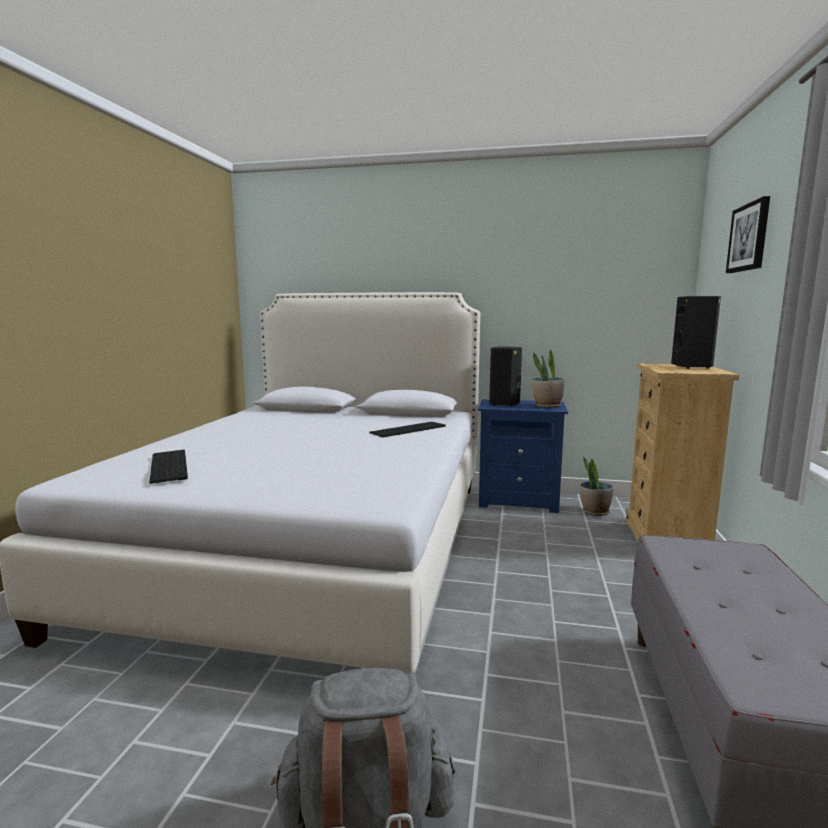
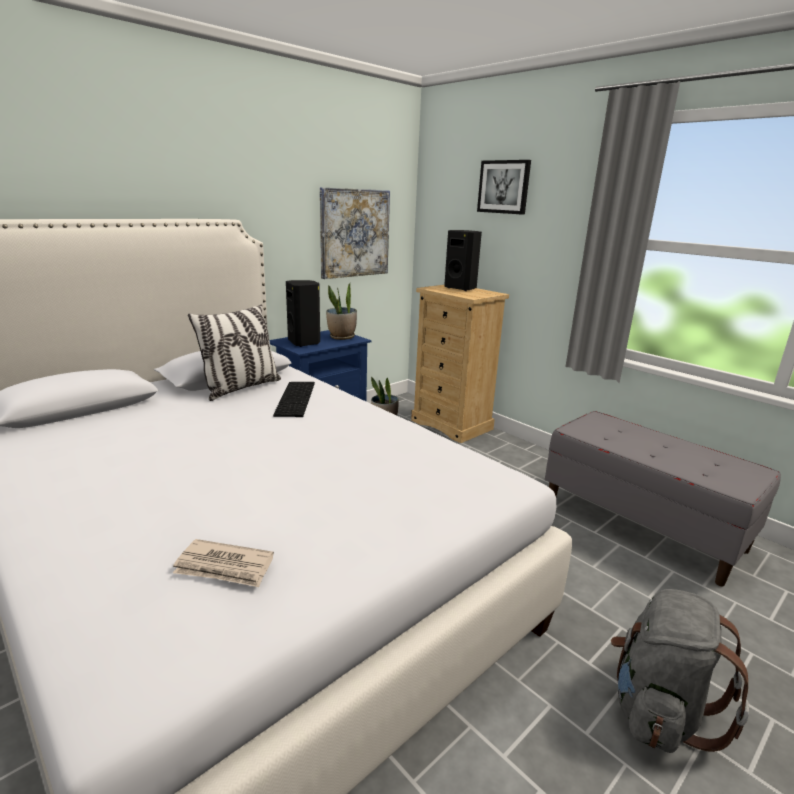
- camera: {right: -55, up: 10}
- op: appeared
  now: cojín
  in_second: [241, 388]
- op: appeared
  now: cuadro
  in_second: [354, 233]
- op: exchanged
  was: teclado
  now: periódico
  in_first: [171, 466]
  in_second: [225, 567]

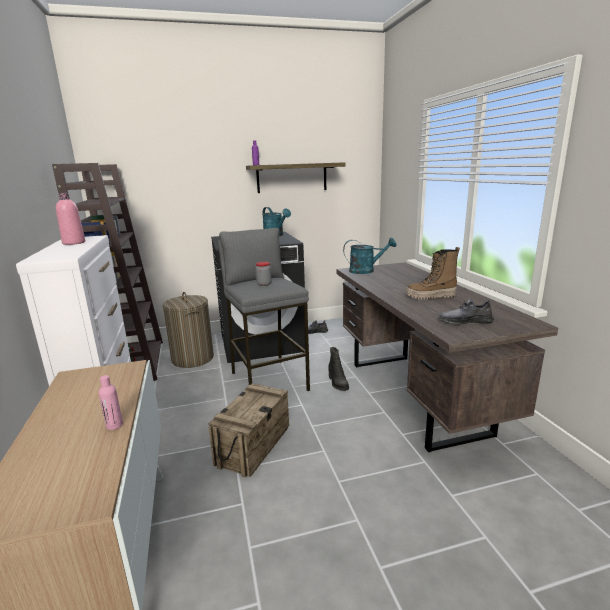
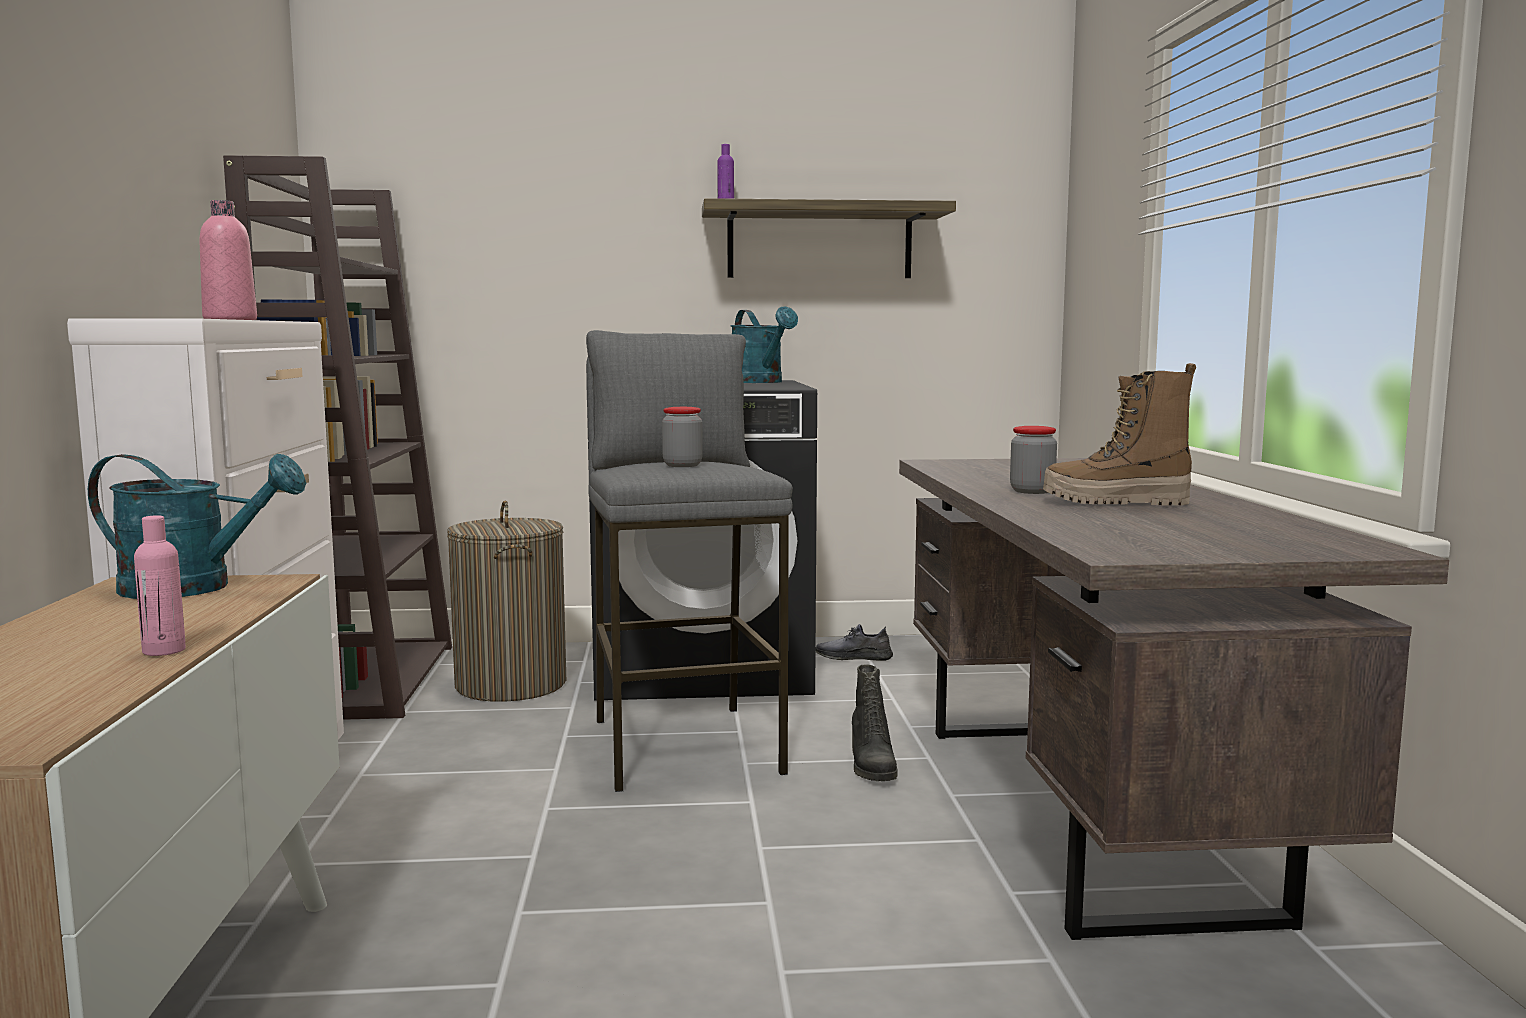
- camera: {right: 10, up: -10}
- op: missing
  was: caja de embalaje
  in_first: [253, 445]
- op: missing
  was: zapato/gris
  in_first: [465, 321]
- op: appeared
  now: tarro
  in_second: [1032, 491]
- op: relocated
  was: regadera/turquesa
  in_first: [366, 270]
  in_second: [194, 588]

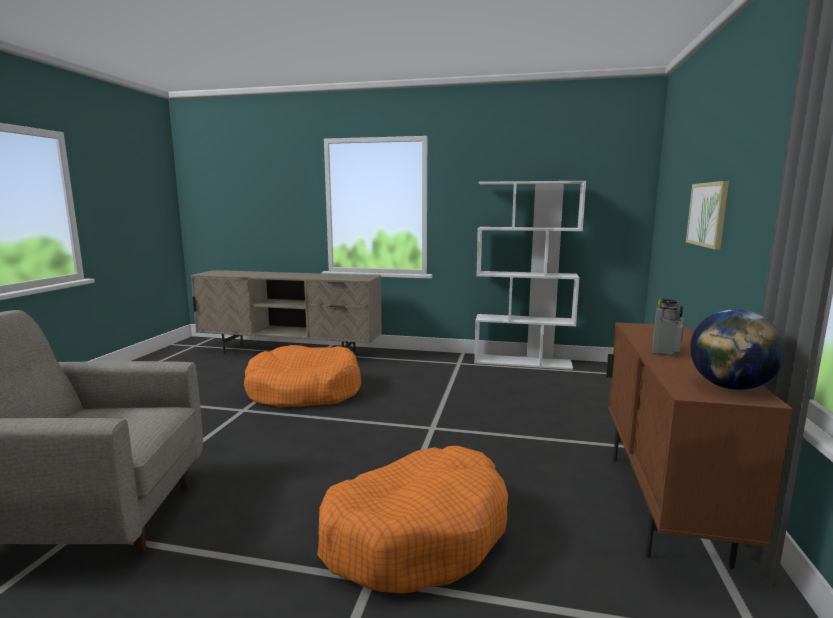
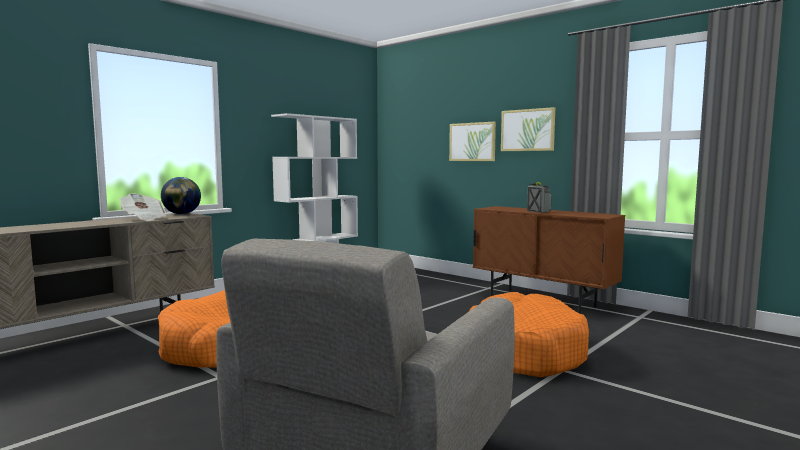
- camera: {right: -60, up: -5}
- op: appeared
  now: periódico
  in_second: [144, 218]
- op: appeared
  now: cuadro
  in_second: [527, 130]
- op: relocated
  was: globo terráqueo
  in_first: [730, 387]
  in_second: [182, 214]

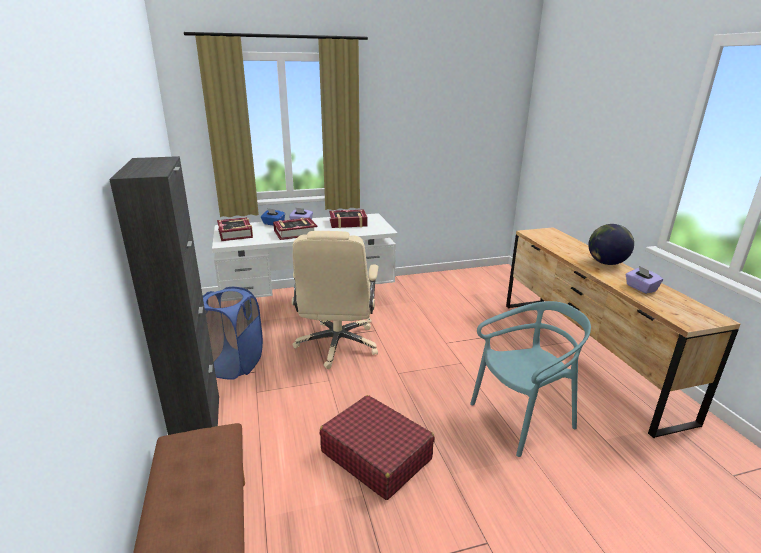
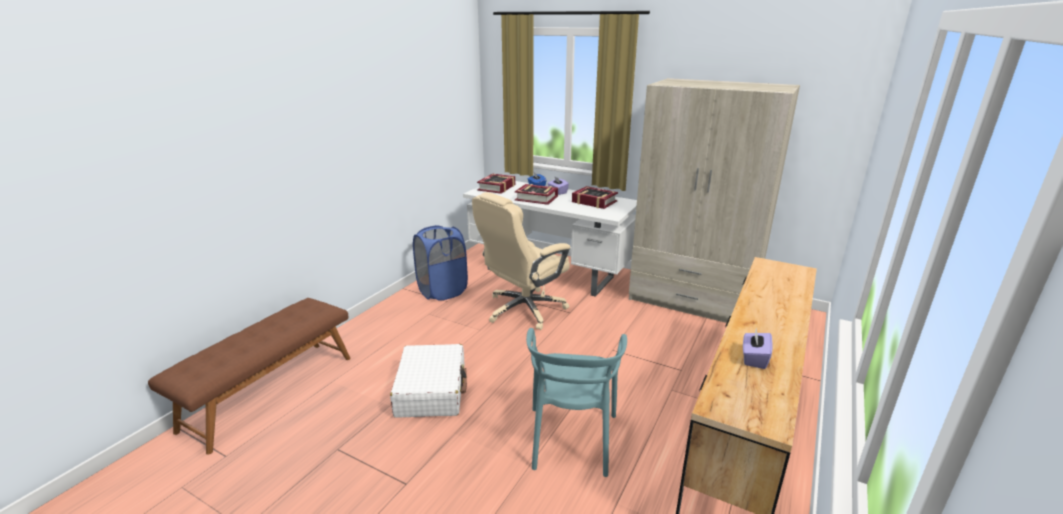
- camera: {right: 45, up: 0}
- op: missing
  was: armario/negro
  in_first: [198, 426]
- op: missing
  was: globo terráqueo
  in_first: [606, 263]
- op: appeared
  now: armario ropero/beis
  in_second: [692, 300]
- op: colour
  was: maleta/rojo
  now: maleta/blanco
  in_first: [376, 455]
  in_second: [431, 390]
- op: spun
  was: silla/turquesa
  in_first: [522, 419]
  in_second: [571, 439]
  clockwise: 75

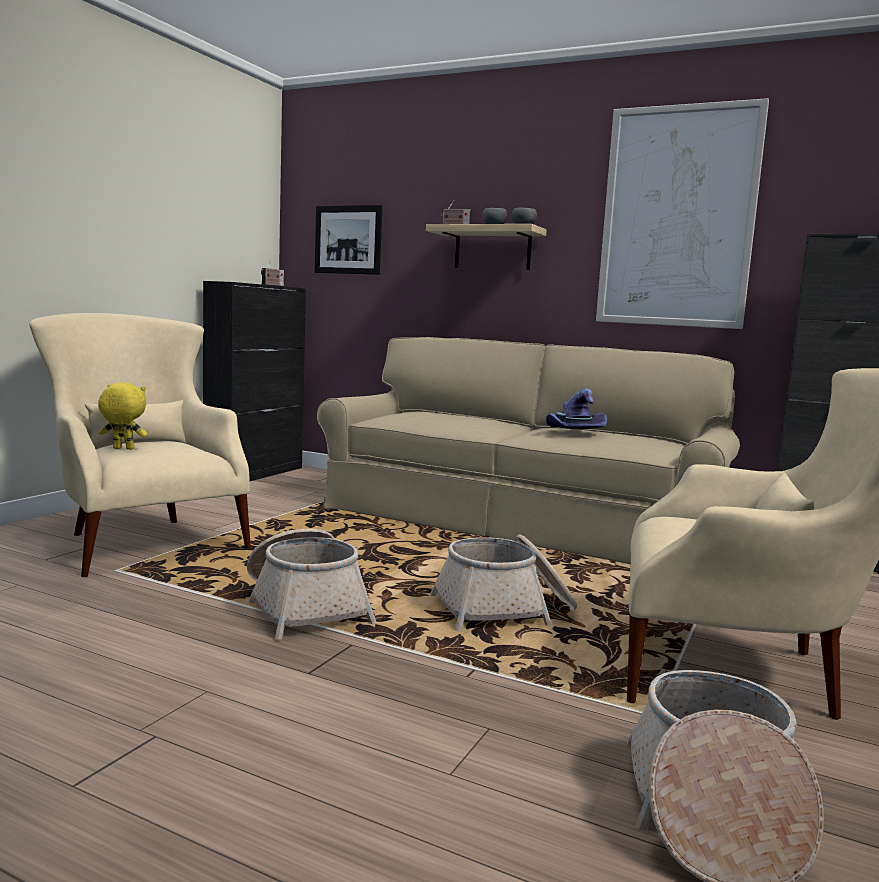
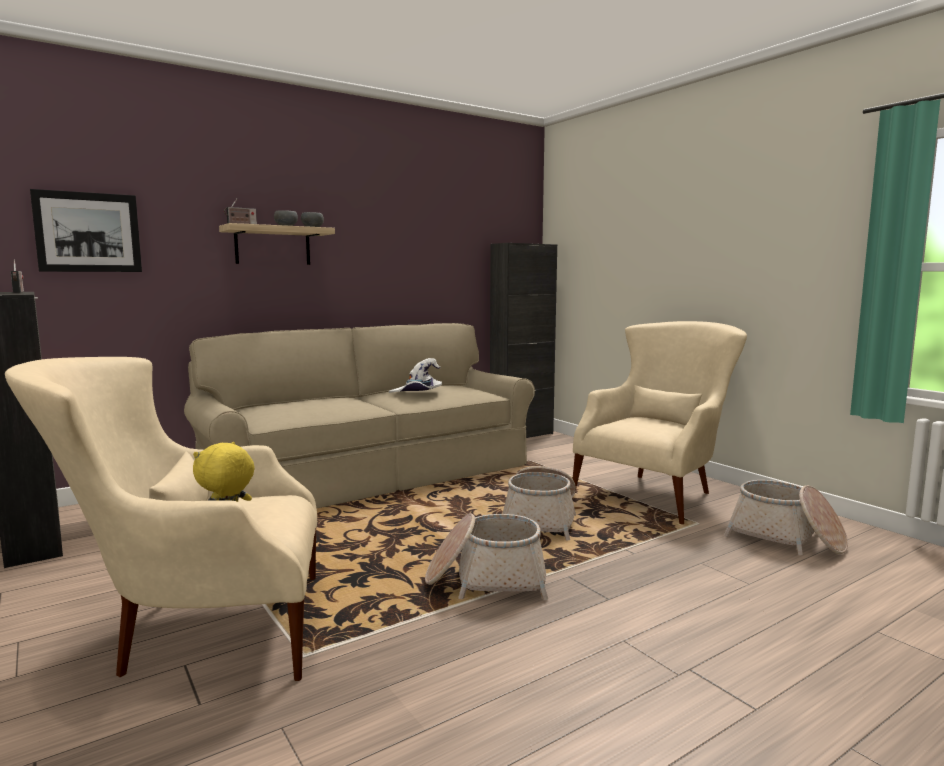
- camera: {right: -60, up: 0}
- op: missing
  was: cuadro
  in_first: [677, 217]
- op: colour
  was: sombrero/morado
  now: sombrero/blanco
  in_first: [572, 433]
  in_second: [417, 393]

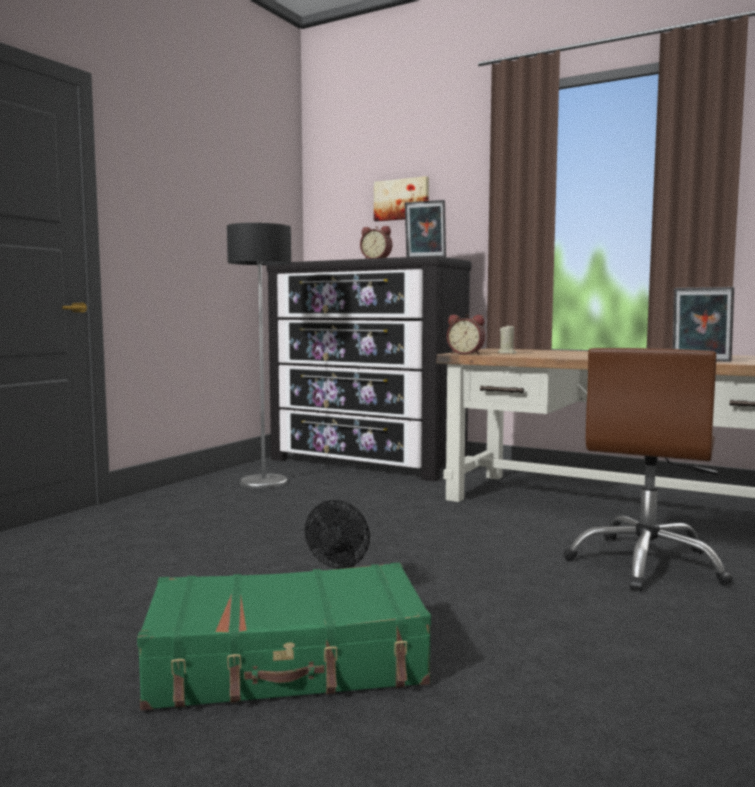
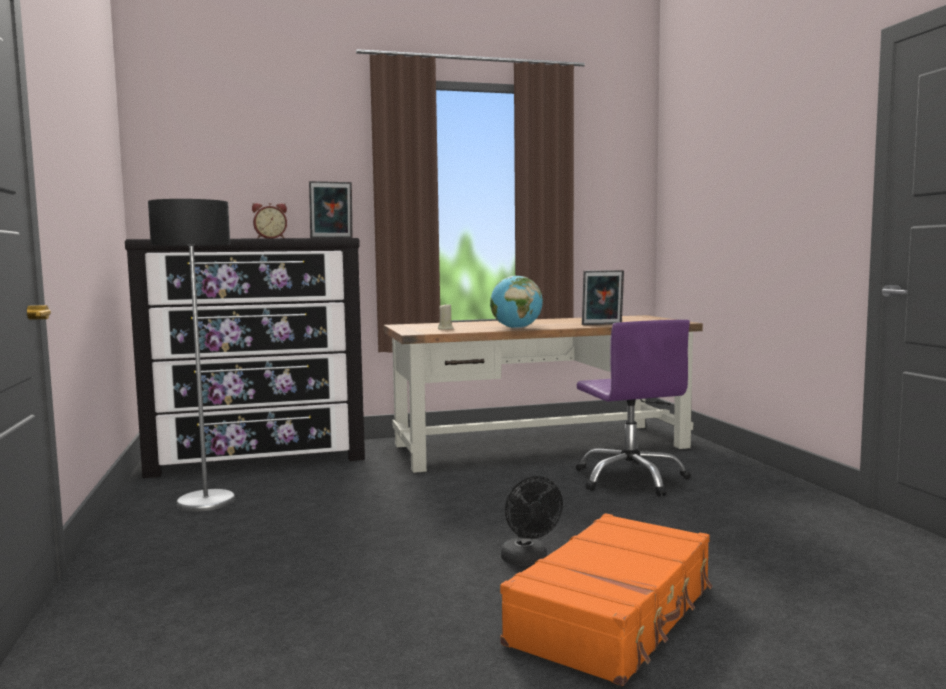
- camera: {right: -45, up: 0}
- op: missing
  was: cuadro
  in_first: [402, 199]
- op: missing
  was: despertador
  in_first: [466, 353]
- op: appeared
  now: globo terráqueo
  in_second: [516, 328]
- op: colour
  was: maleta/verde
  now: maleta/naranja
  in_first: [287, 663]
  in_second: [614, 615]
- op: colour
  was: silla de oficina/marrón
  now: silla de oficina/morado
  in_first: [647, 564]
  in_second: [631, 479]

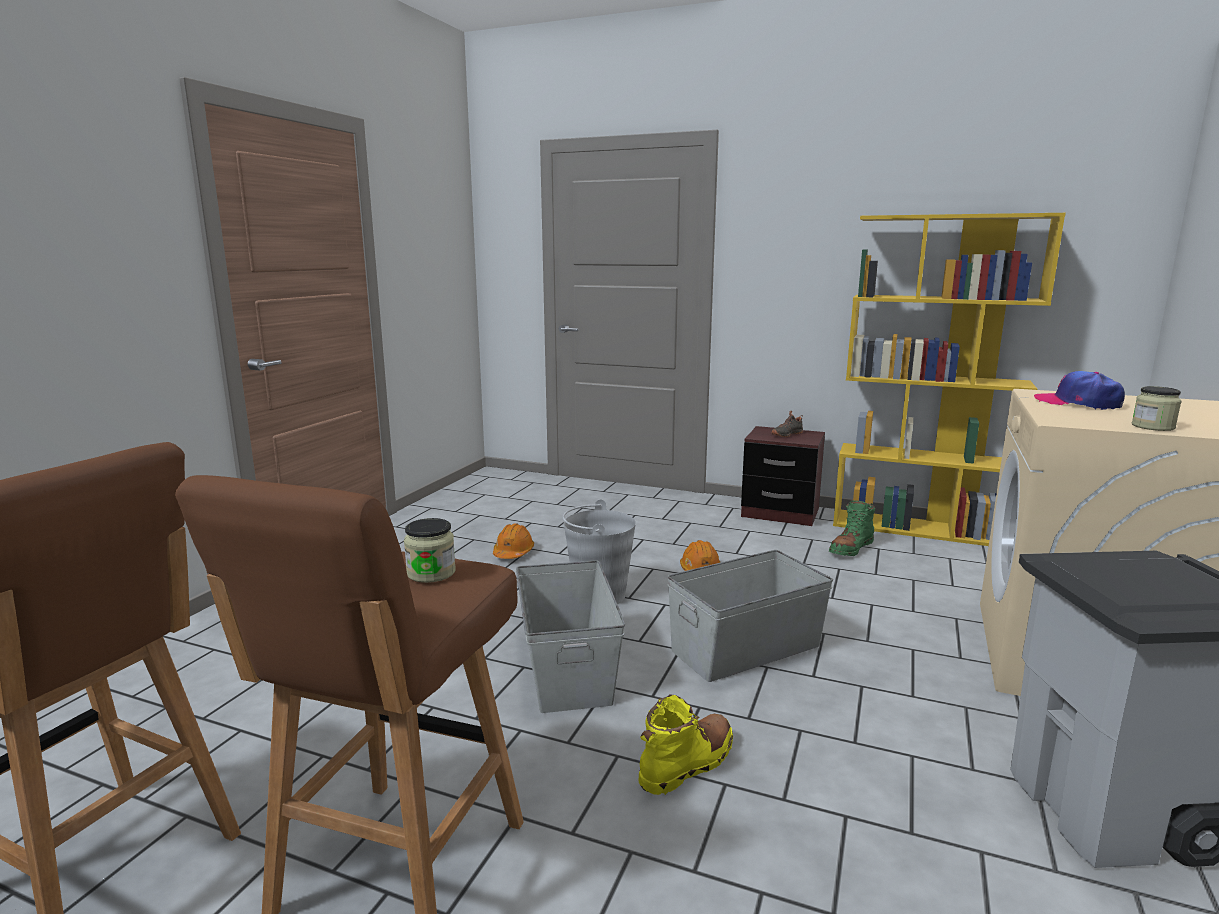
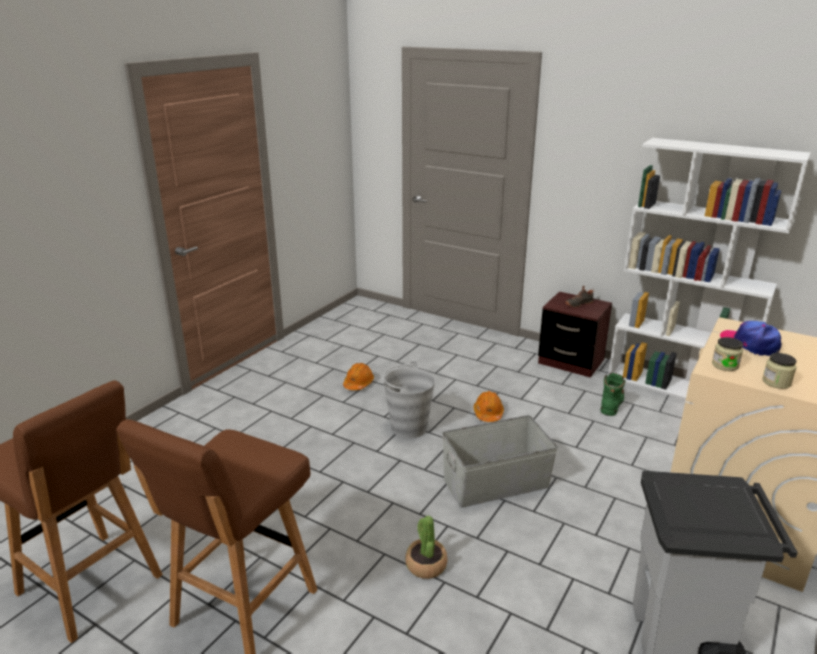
- camera: {right: 10, up: 10}
- op: missing
  was: caja de almacenaje/gris
  in_first: [568, 666]
- op: relocated
  was: tarro
  in_first: [431, 573]
  in_second: [725, 365]
- op: exchanged
  was: bota/amarillo
  now: planta en maceta
  in_first: [687, 763]
  in_second: [426, 565]
- op: colour
  was: estantería/amarillo
  now: estantería/blanco
  in_first: [919, 529]
  in_second: [676, 387]
- op: spun
  was: bota/verde
  in_first: [851, 548]
  in_second: [611, 402]
  clockwise: 150

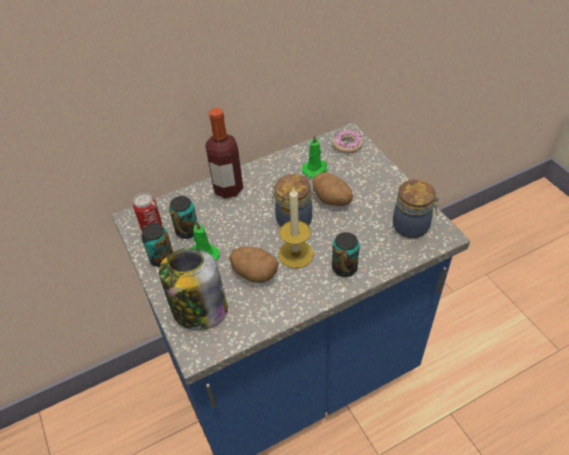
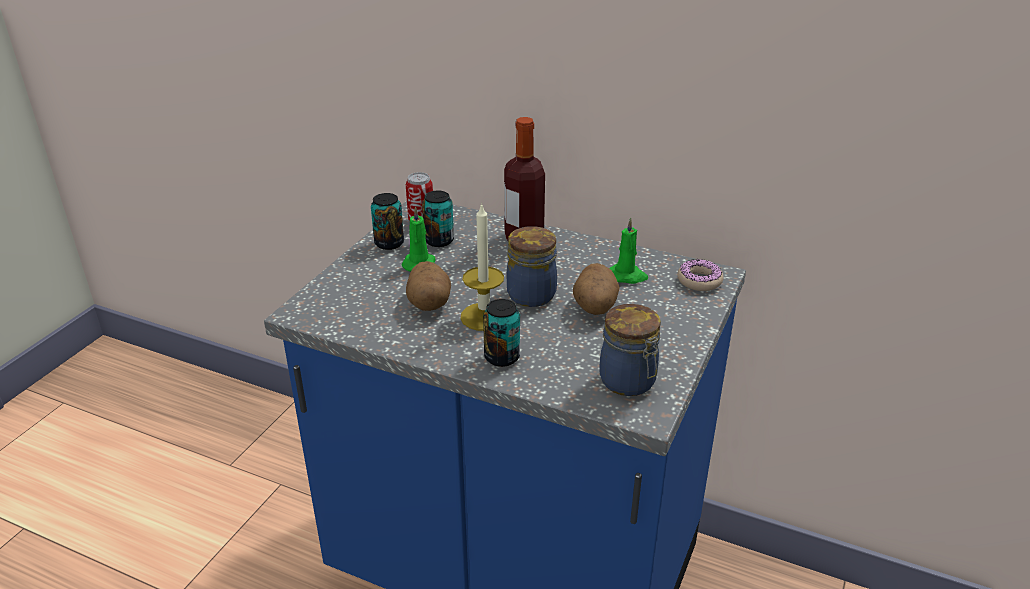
- camera: {right: 50, up: -15}
- op: missing
  was: tarro
  in_first: [198, 309]

